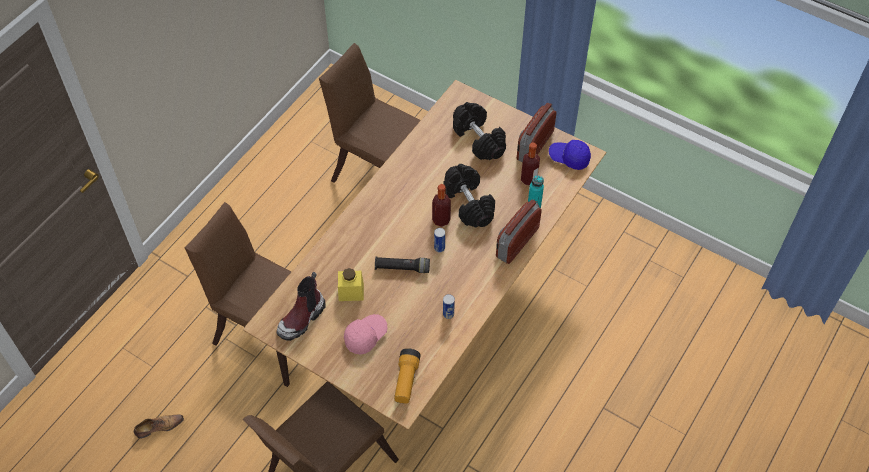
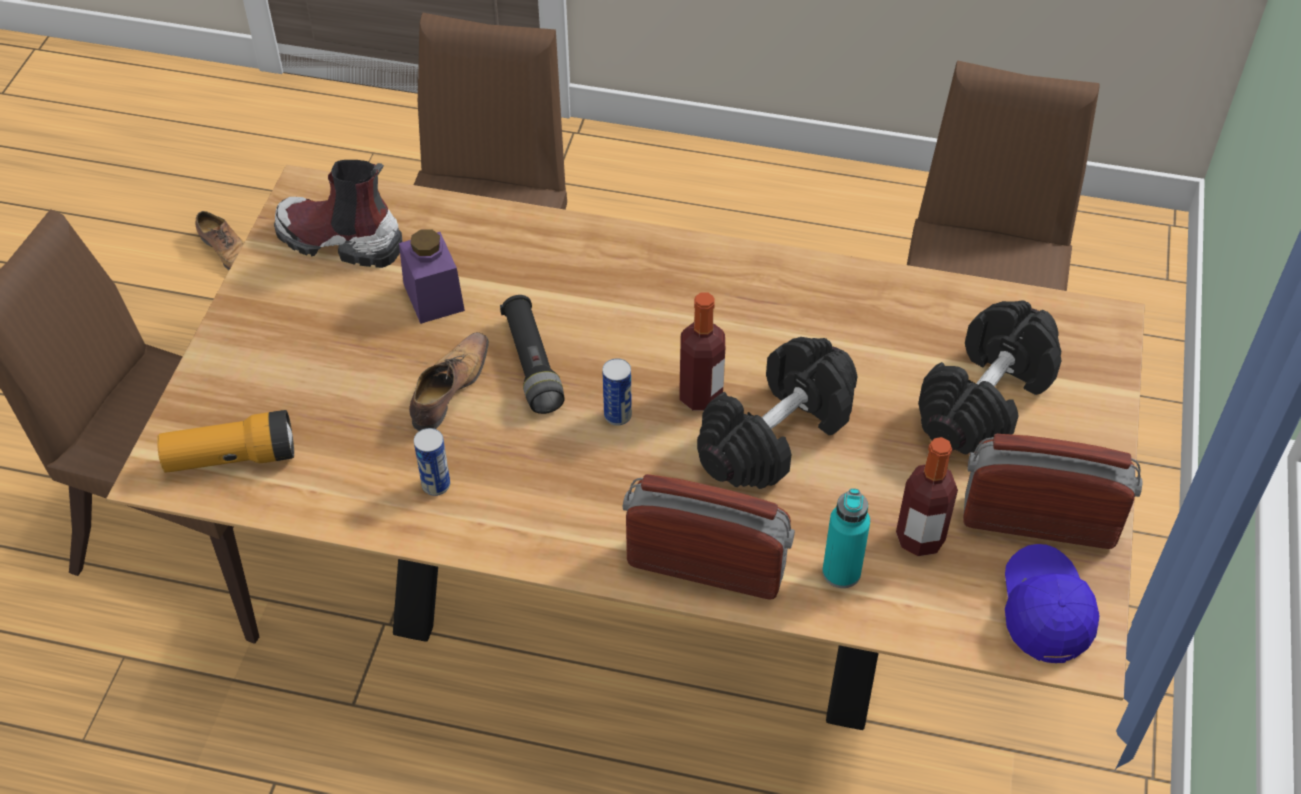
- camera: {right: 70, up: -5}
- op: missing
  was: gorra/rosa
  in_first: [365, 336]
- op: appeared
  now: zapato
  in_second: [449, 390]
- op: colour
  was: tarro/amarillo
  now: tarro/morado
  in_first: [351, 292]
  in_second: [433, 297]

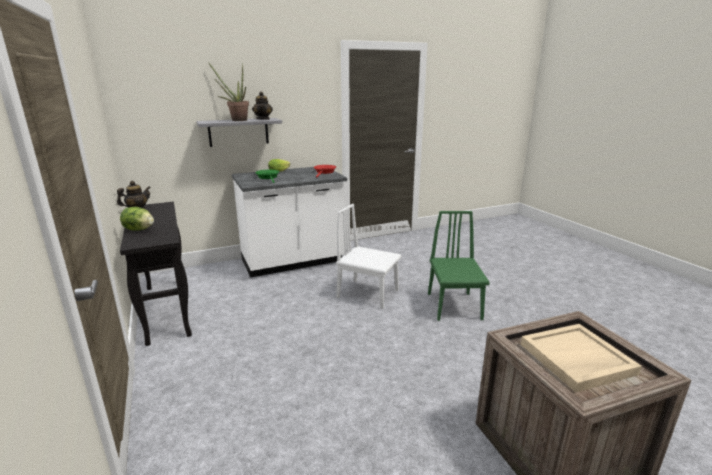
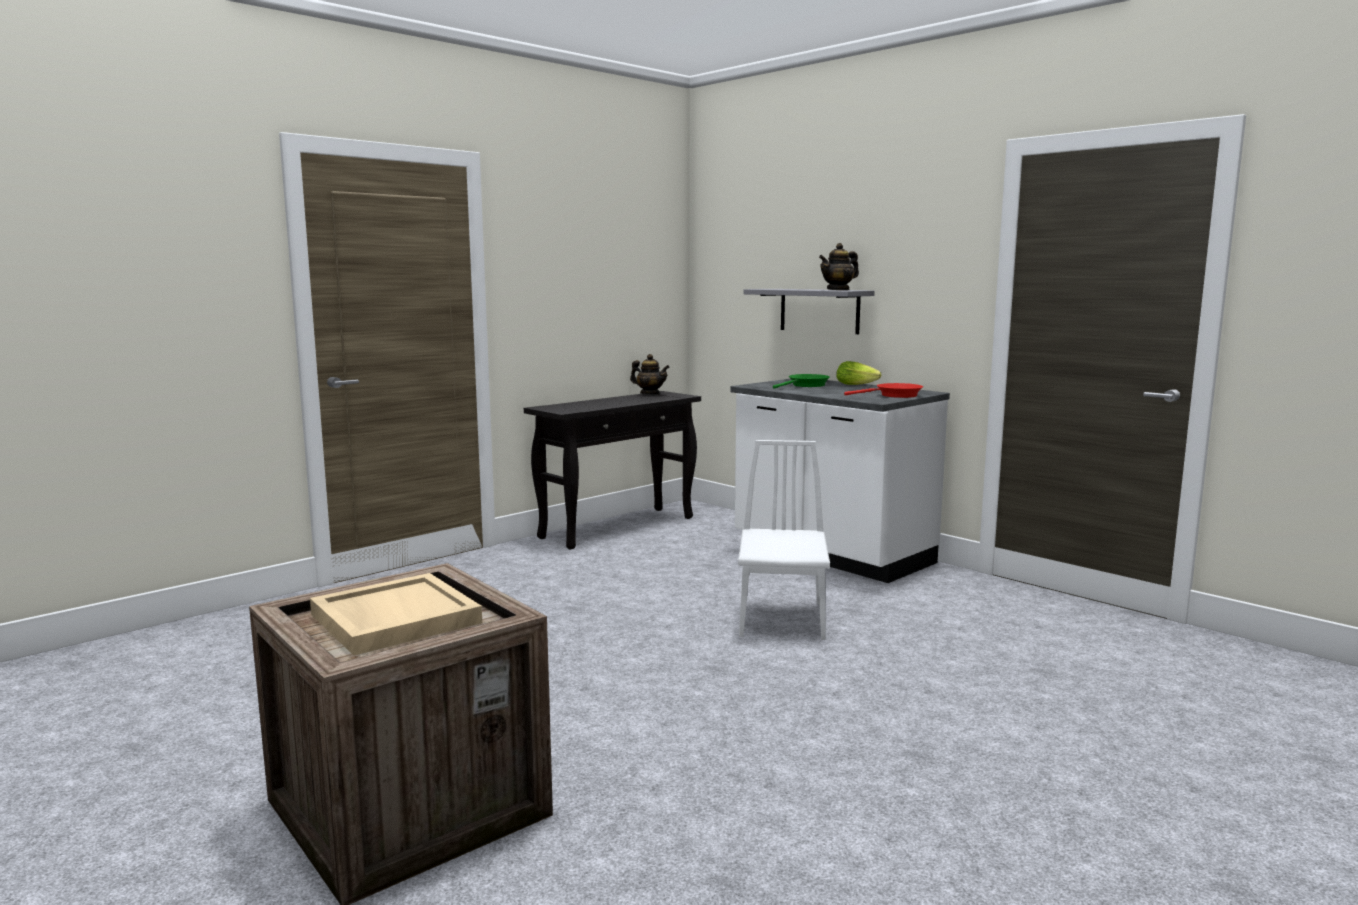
- camera: {right: 70, up: -10}
- op: missing
  was: lechuga
  in_first: [139, 230]
- op: missing
  was: planta en maceta
  in_first: [236, 120]
- op: missing
  was: silla/verde
  in_first: [454, 306]

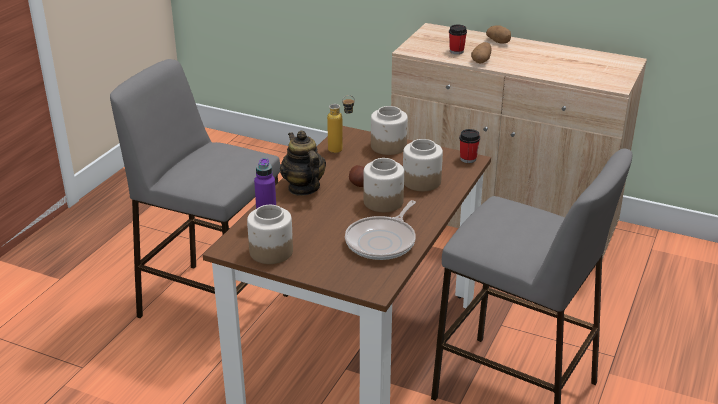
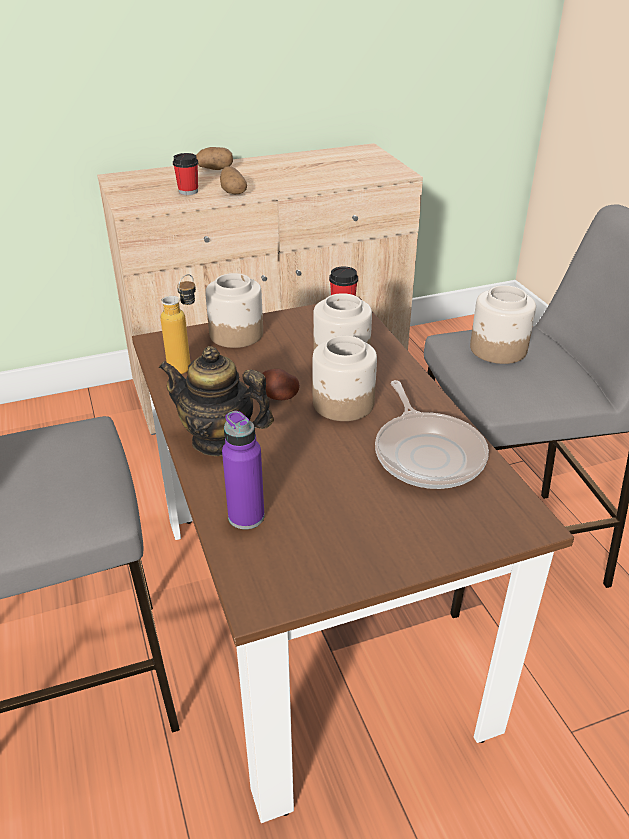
- camera: {right: -45, up: 5}
- op: relocated
  was: tarro
  in_first: [270, 252]
  in_second: [498, 349]

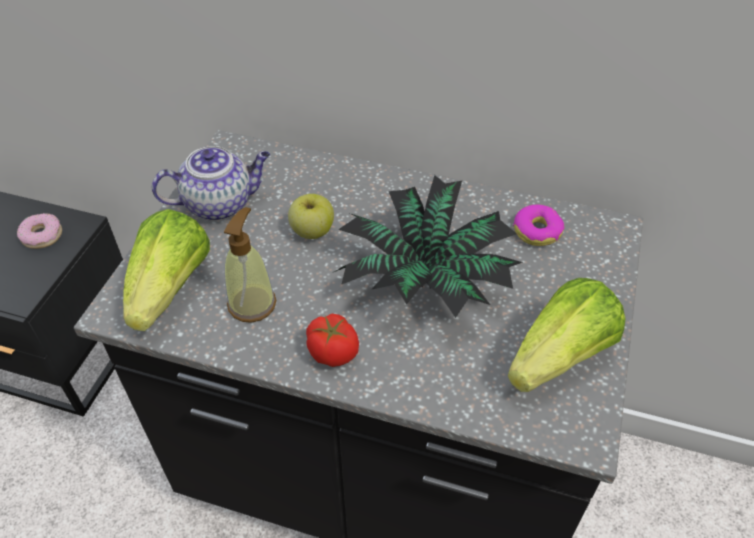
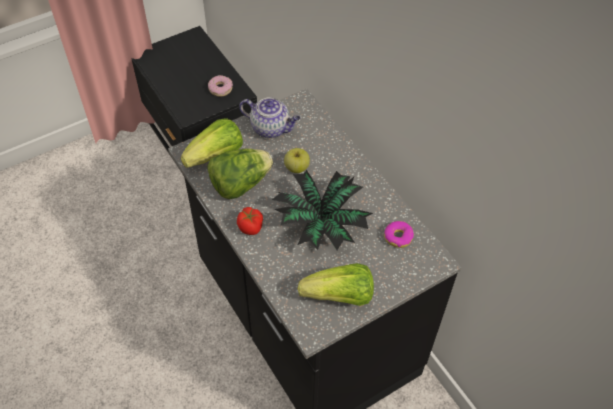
- camera: {right: 40, up: 5}
- op: exchanged
  was: dispensador de jabón
  now: lechuga
  in_first: [252, 303]
  in_second: [240, 184]

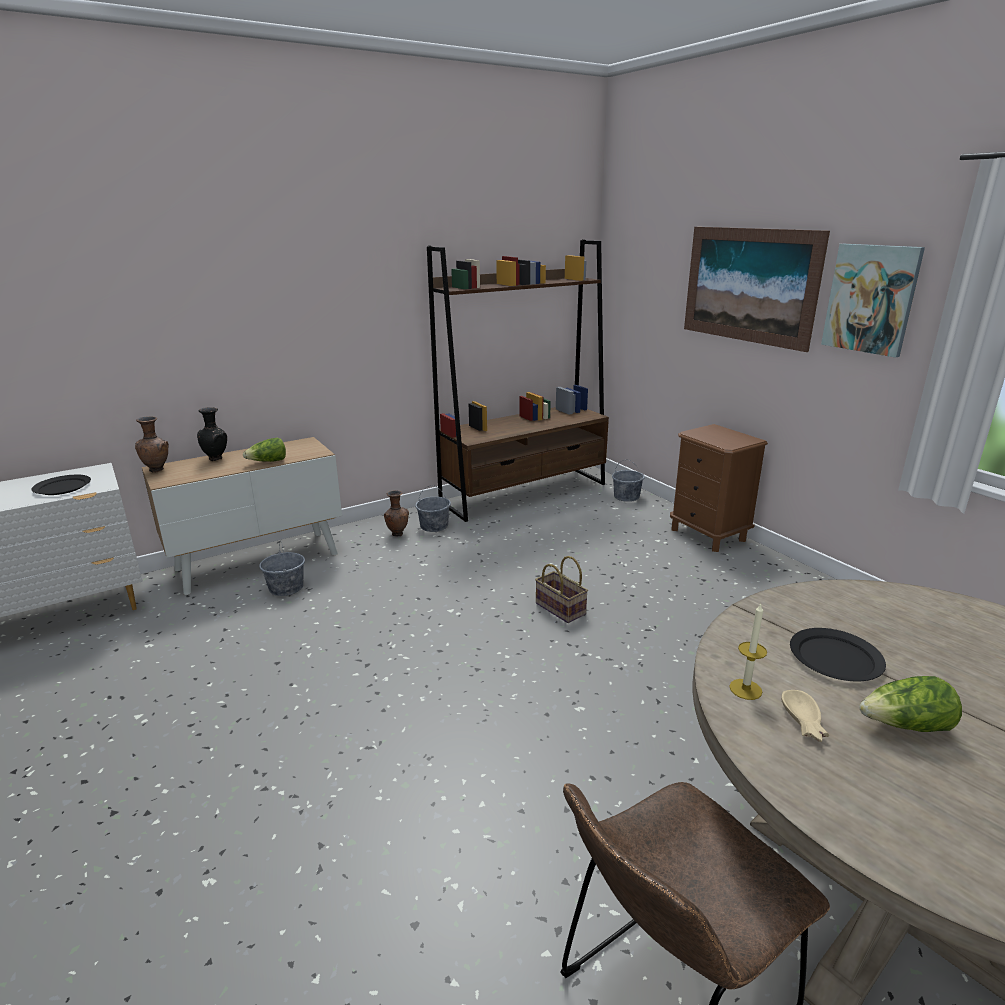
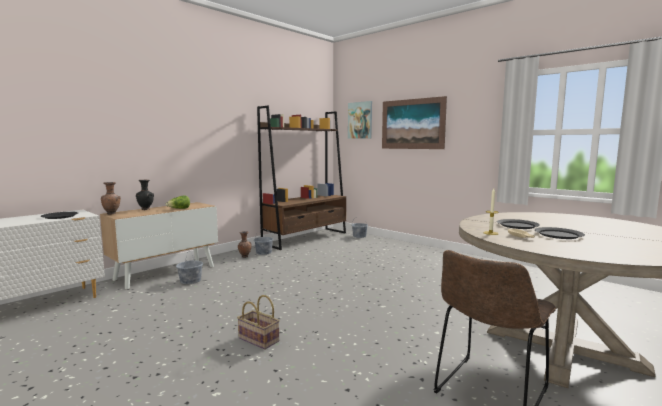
- camera: {right: -15, up: -15}
- op: missing
  was: mesita de noche/marrón
  in_first: [708, 535]
- op: relocated
  was: cesta
  in_first: [558, 608]
  in_second: [257, 340]
- op: relocated
  was: cuadro
  in_first: [871, 299]
  in_second: [360, 120]
- op: exchanged
  was: lechuga
  now: plato/negro
  in_first: [905, 726]
  in_second: [559, 235]

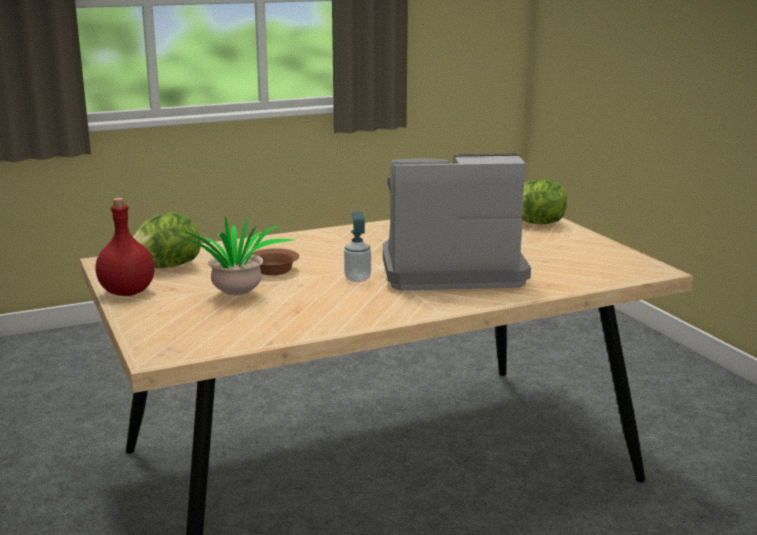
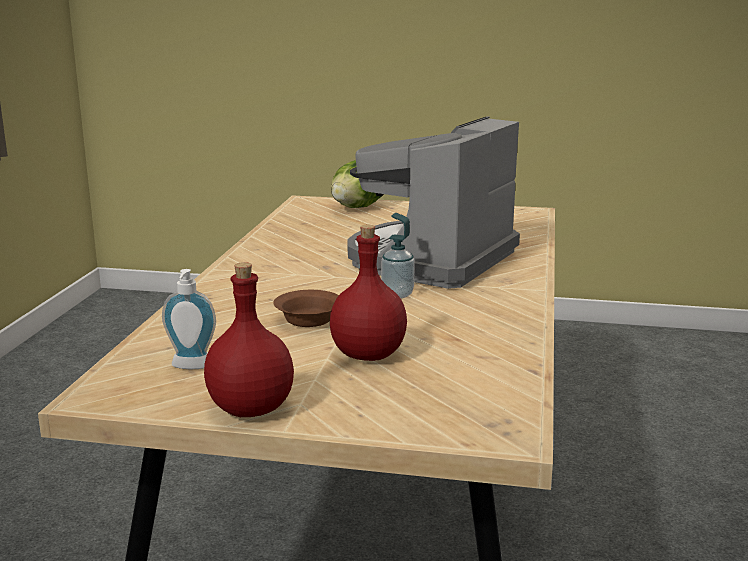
- camera: {right: -55, up: 0}
- op: exchanged
  was: lechuga
  now: dispensador de jabón
  in_first: [166, 267]
  in_second: [191, 367]
- op: exchanged
  was: planta en maceta
  now: botella/rojo
  in_first: [237, 296]
  in_second: [367, 354]

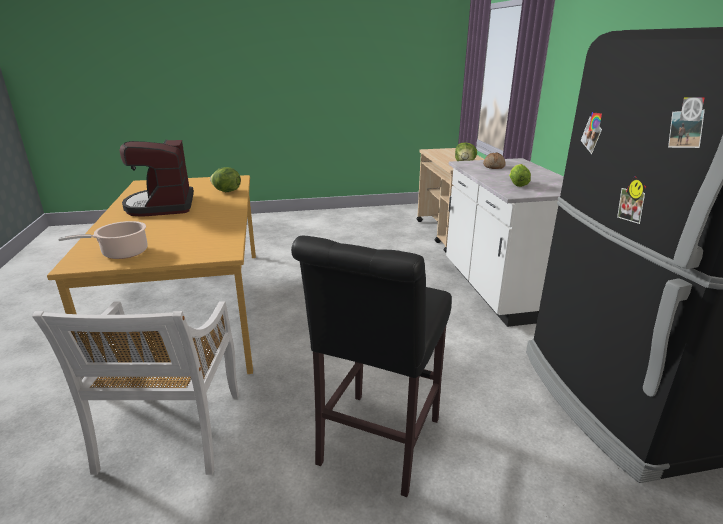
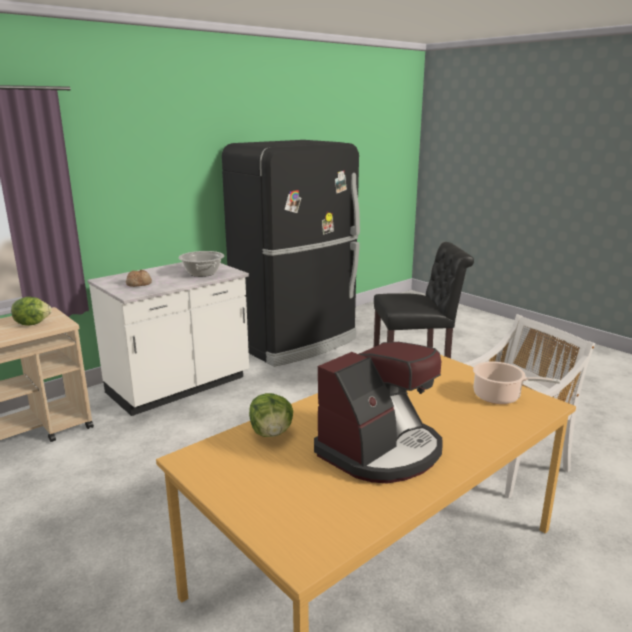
- camera: {right: -120, up: -5}
- op: exchanged
  was: lechuga
  now: olla
  in_first: [517, 184]
  in_second: [202, 273]

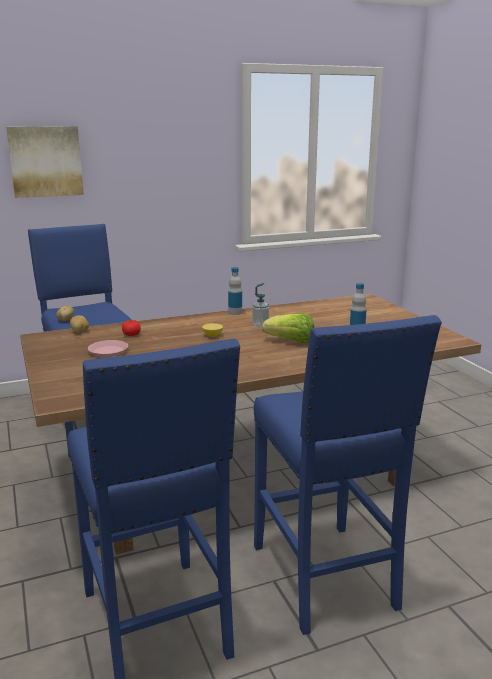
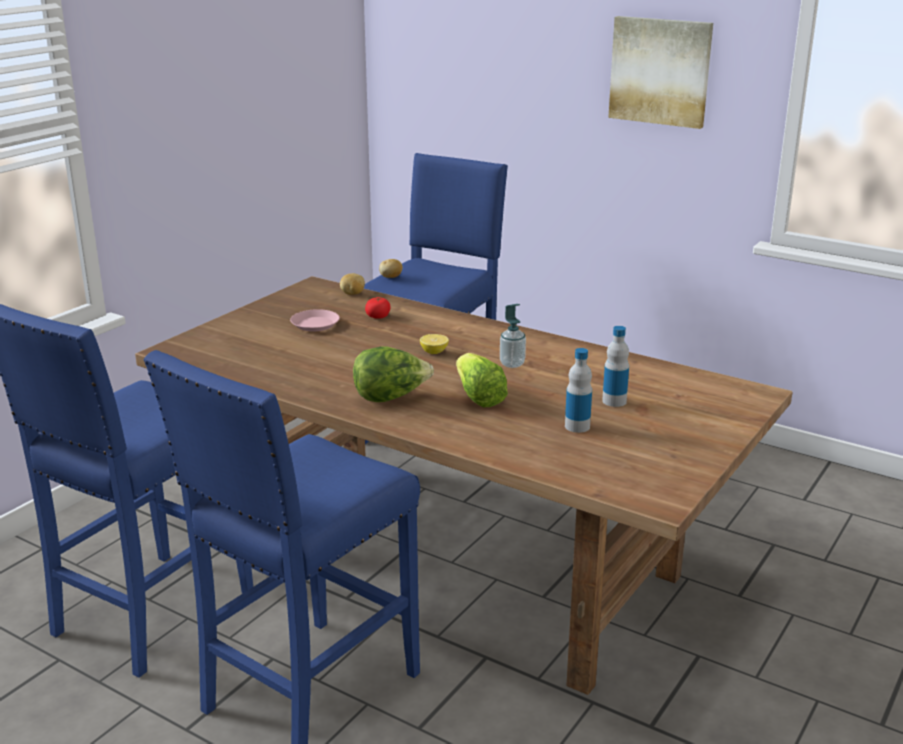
- camera: {right: 55, up: 5}
- op: appeared
  now: lechuga
  in_second: [390, 397]
- op: relocated
  was: cuadro
  in_first: [45, 161]
  in_second: [660, 71]
- op: relocated
  was: botella
  in_first: [235, 312]
  in_second: [614, 401]

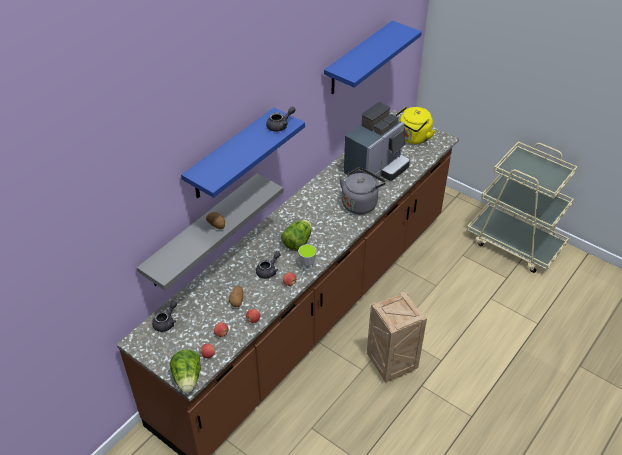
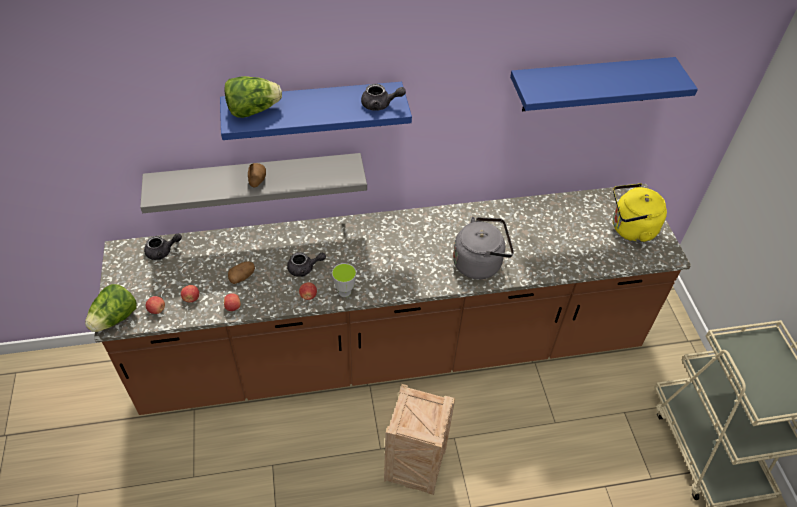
- camera: {right: 40, up: 5}
- op: missing
  was: cafetera
  in_first: [376, 168]
- op: relocated
  was: lechuga
  in_first: [297, 242]
  in_second: [253, 110]

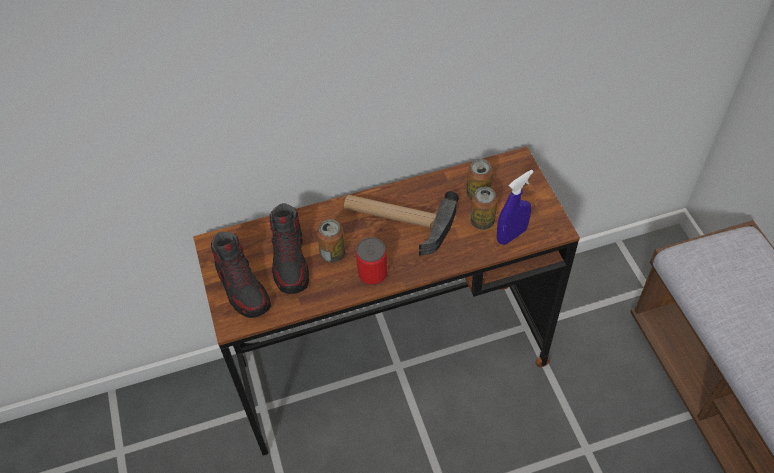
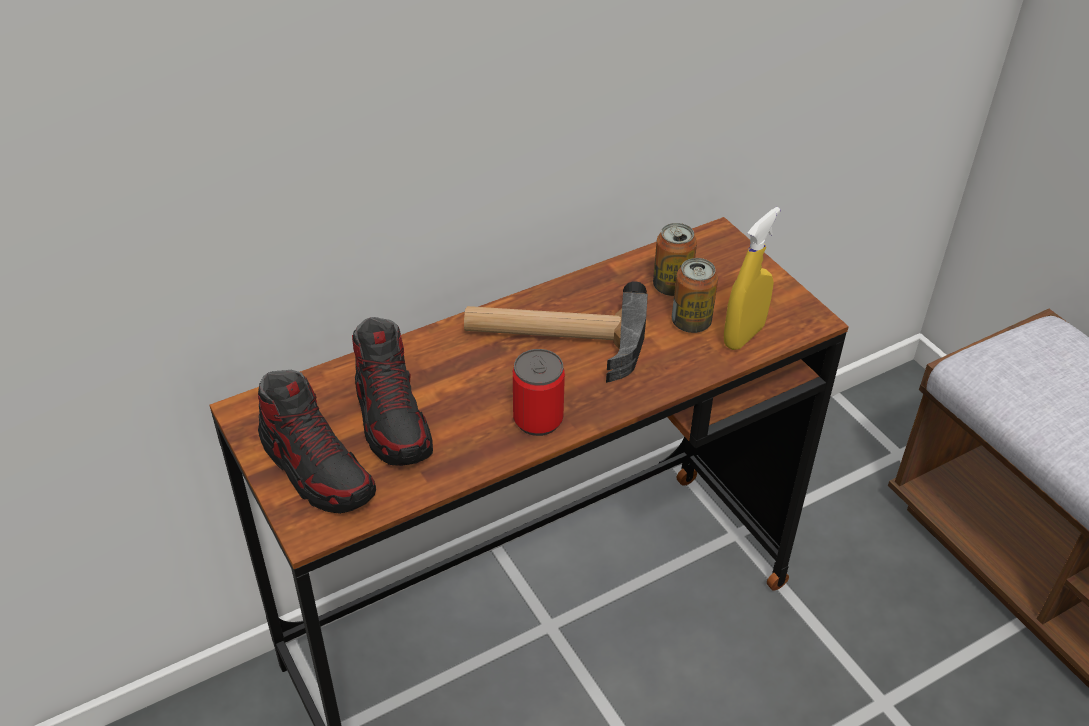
- camera: {right: -15, up: -10}
- op: missing
  was: lata
  in_first: [333, 253]
- op: colour
  was: pulverizador/azul
  now: pulverizador/amarillo
  in_first: [511, 235]
  in_second: [743, 336]

